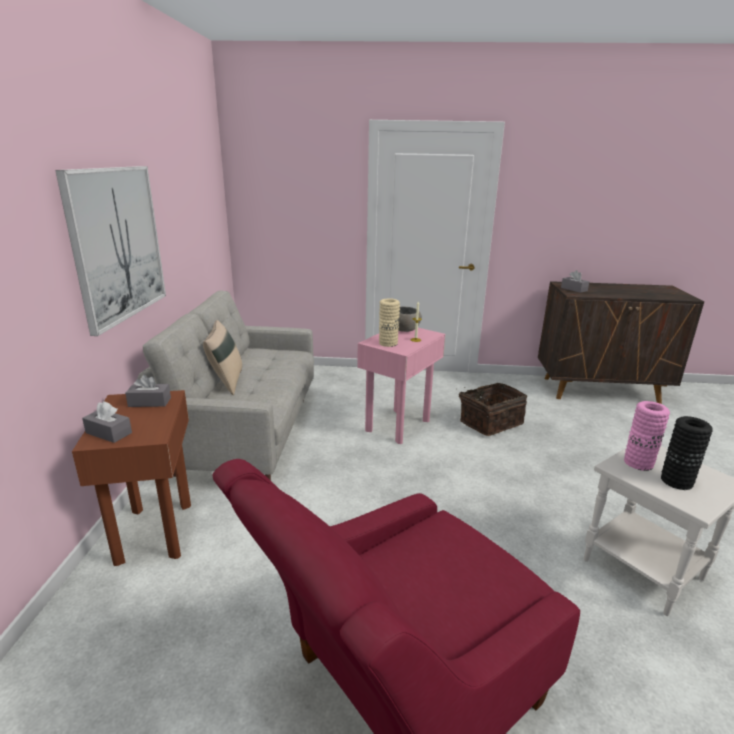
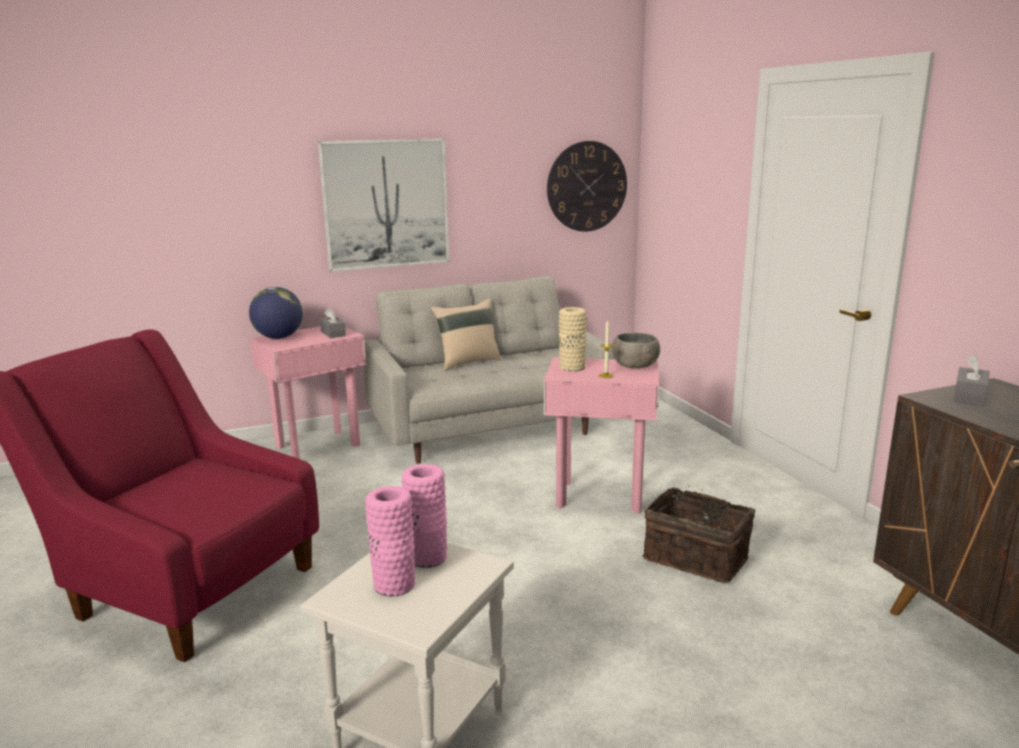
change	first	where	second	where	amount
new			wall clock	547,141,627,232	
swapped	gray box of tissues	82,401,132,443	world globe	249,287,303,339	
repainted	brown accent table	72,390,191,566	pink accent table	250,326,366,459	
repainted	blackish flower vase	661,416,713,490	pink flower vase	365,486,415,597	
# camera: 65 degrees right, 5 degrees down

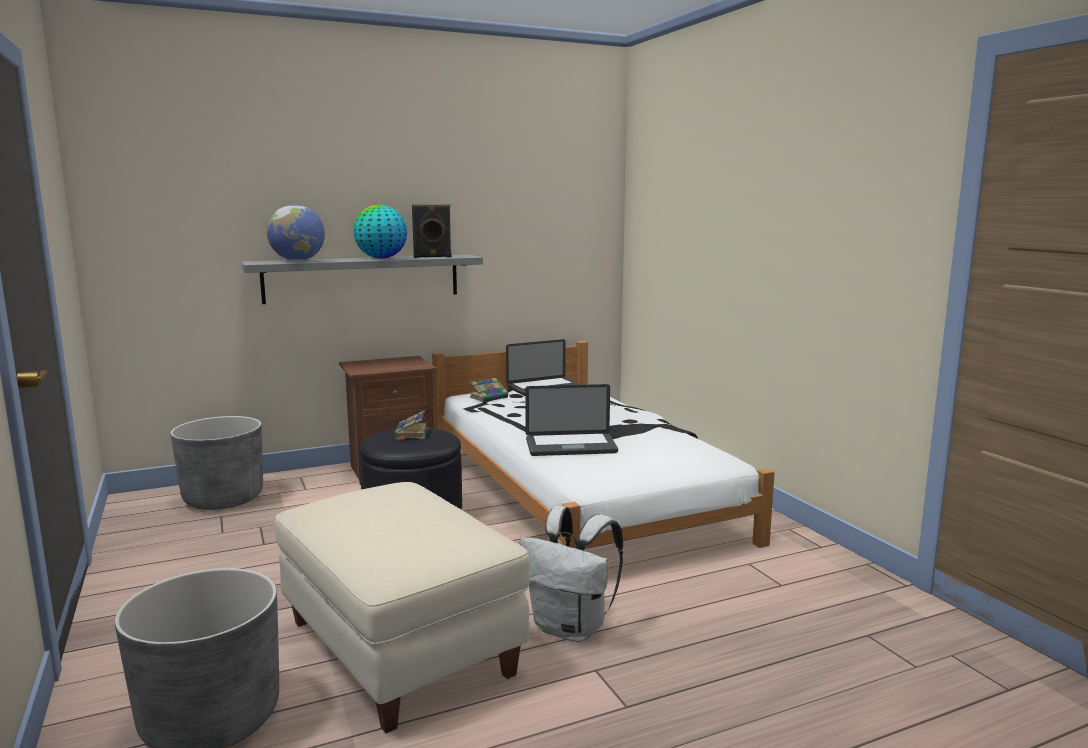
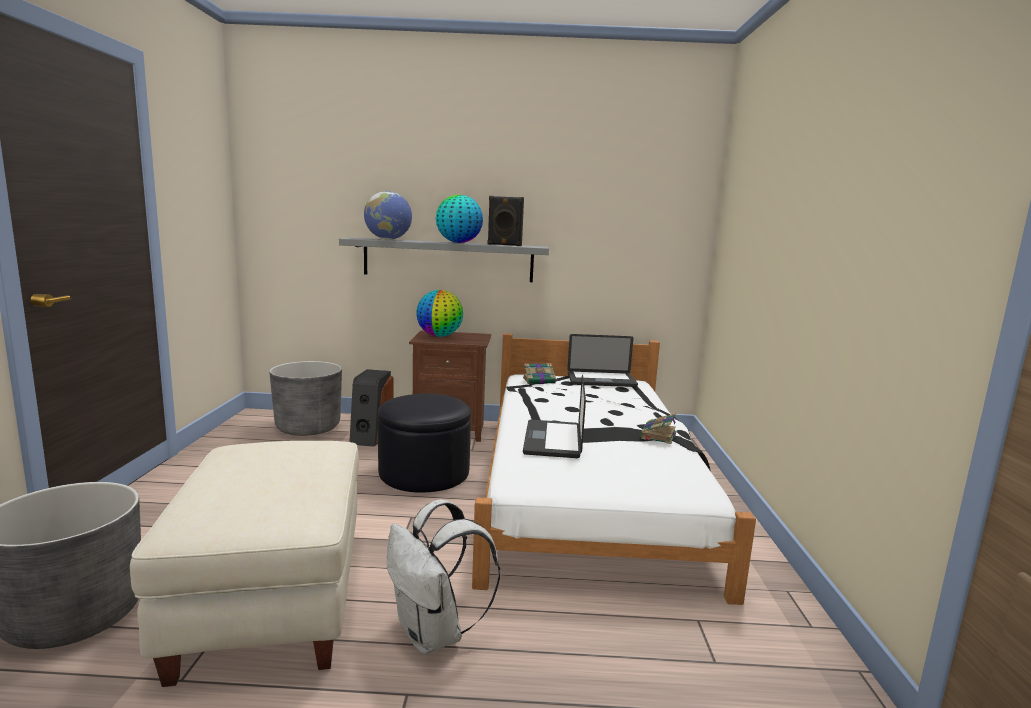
change	first	where	second	where	amount
new			speaker	349,369,394,447	
new			world globe	416,290,463,337	
shifted	book	394,410,428,440		640,413,677,444	
rotated	notebook computer	525,384,618,456		523,375,586,458	75 degrees clockwise
# camera: 25 degrees right, 0 degrees up

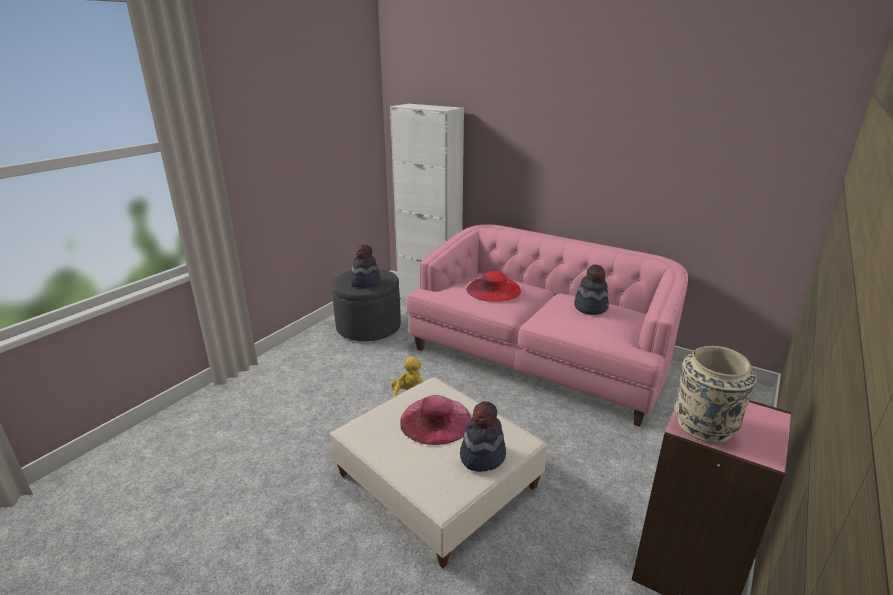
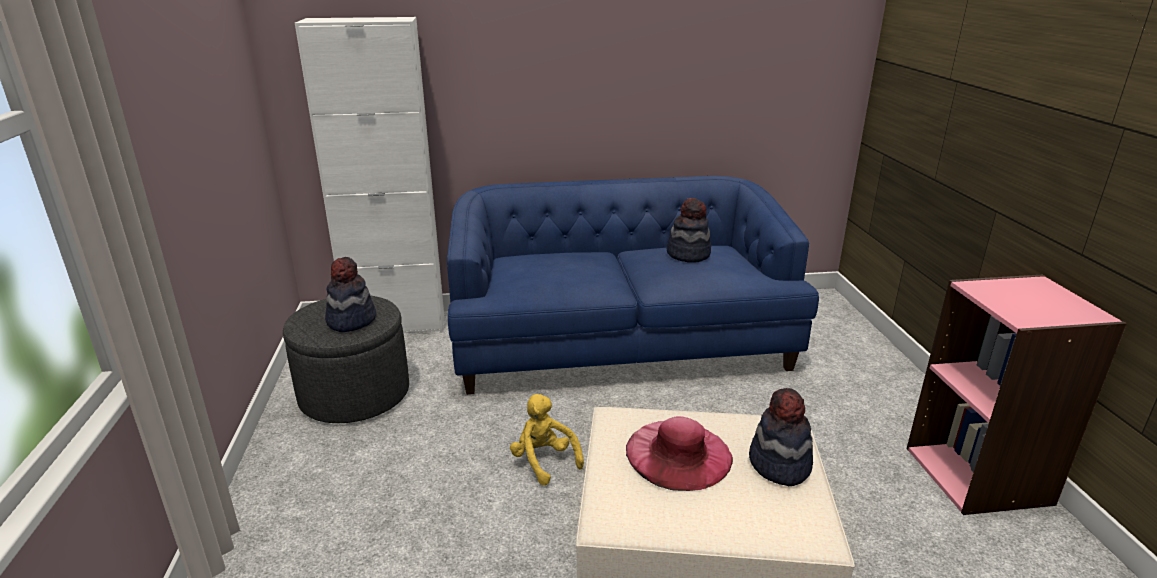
change	first	where	second	where	amount
gone	reddish clothing hat	467,270,521,302			
gone	sand-coloured flower vase	675,346,757,443			
repainted	pink couch	406,224,688,427	blue couch	447,176,819,395	
# camera: 40 degrees left, 0 degrees up

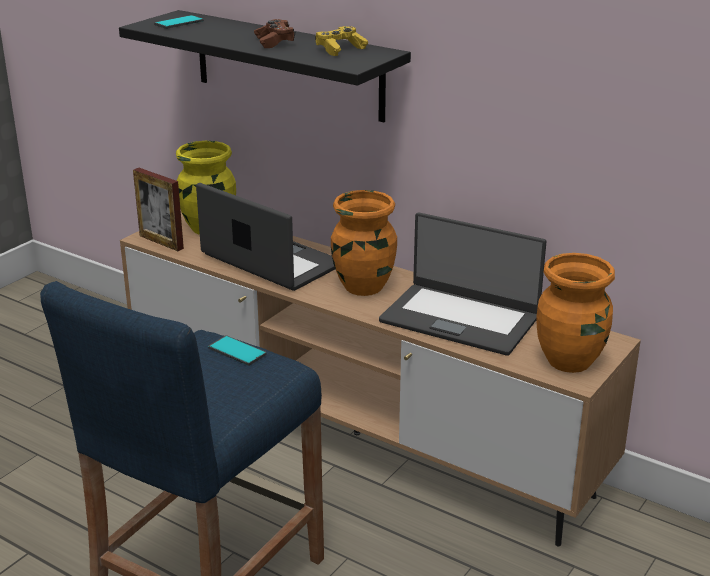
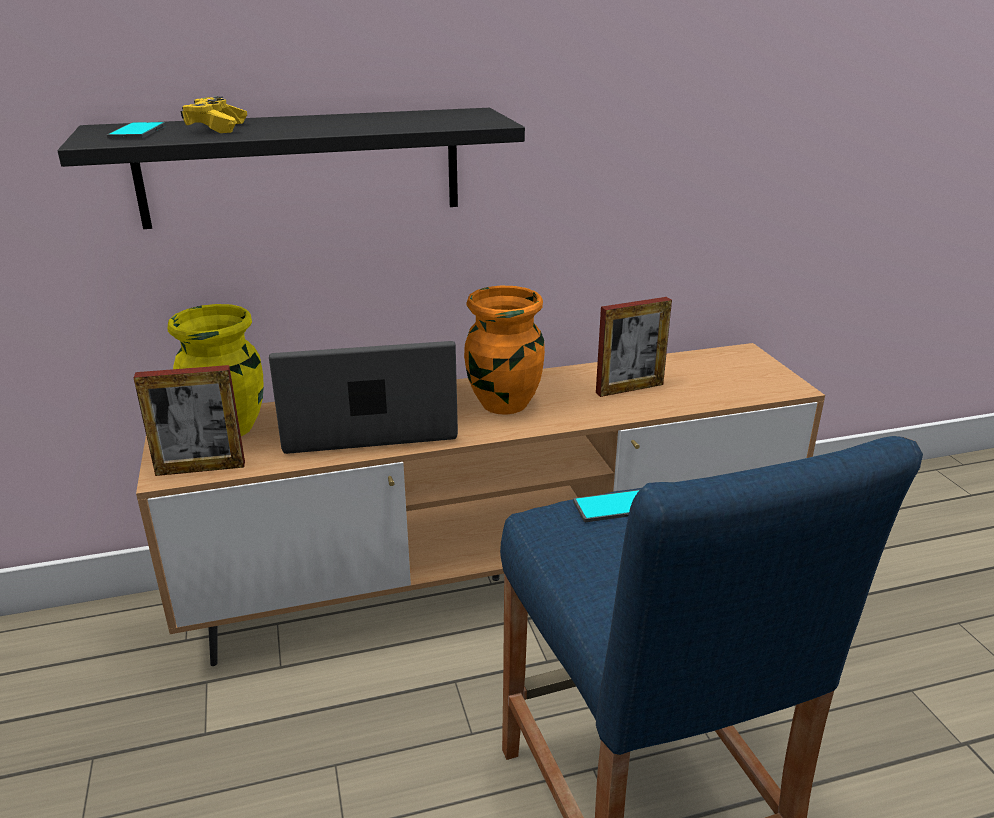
change	first	where	second	where	amount
gone	brown game controller	254,19,295,48			
gone	orangey flower vase	536,253,615,373			
shifted	yellowish game controller	315,26,368,56		180,96,247,133	
swapped	notebook computer	379,213,547,356	picture frame	596,297,672,397	
# camera: 50 degrees left, 0 degrees up

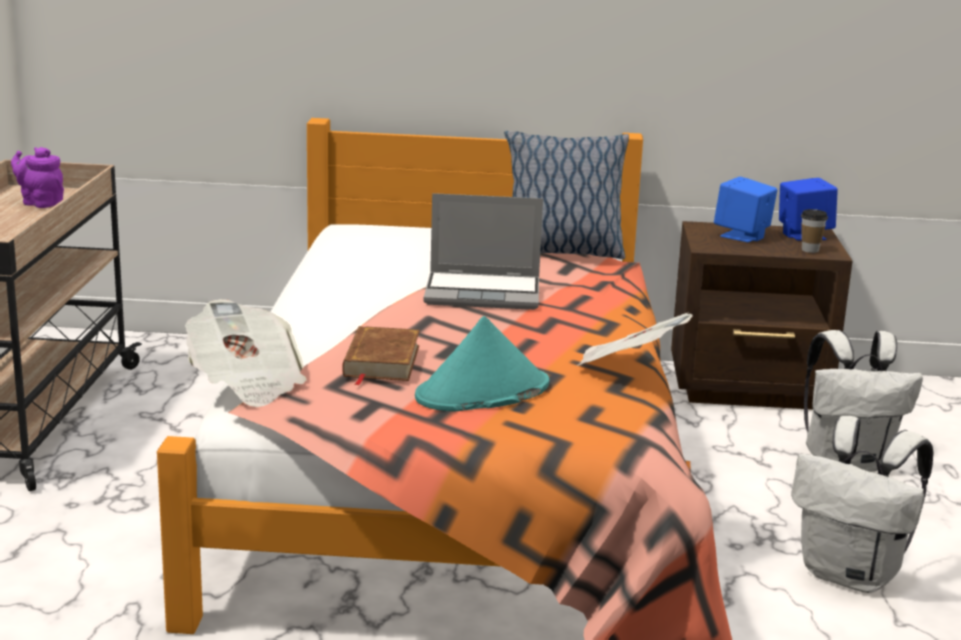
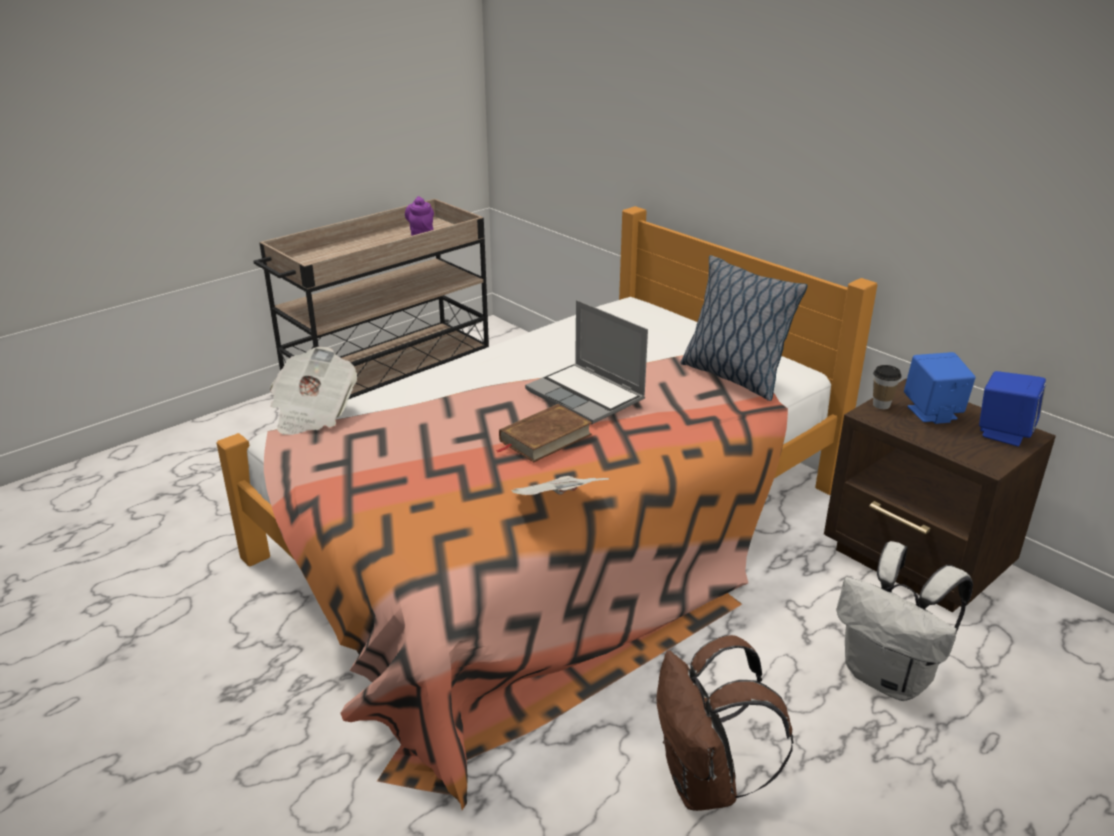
change	first	where	second	where	amount
gone	turquoise clothing hat	415,316,550,411			
shifted	brown book	342,326,420,385		496,404,592,462	
shifted	cup	801,209,828,253		873,365,901,409	
repainted	white-coloured knapsack	791,416,934,593	brown knapsack	656,635,794,811	
# camera: 45 degrees right, 10 degrees up

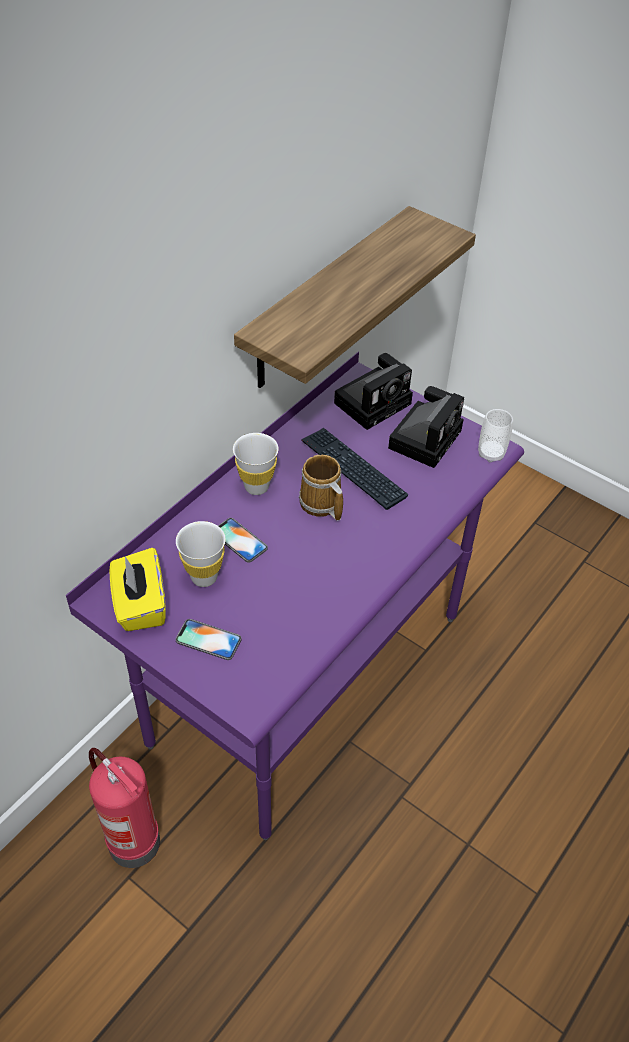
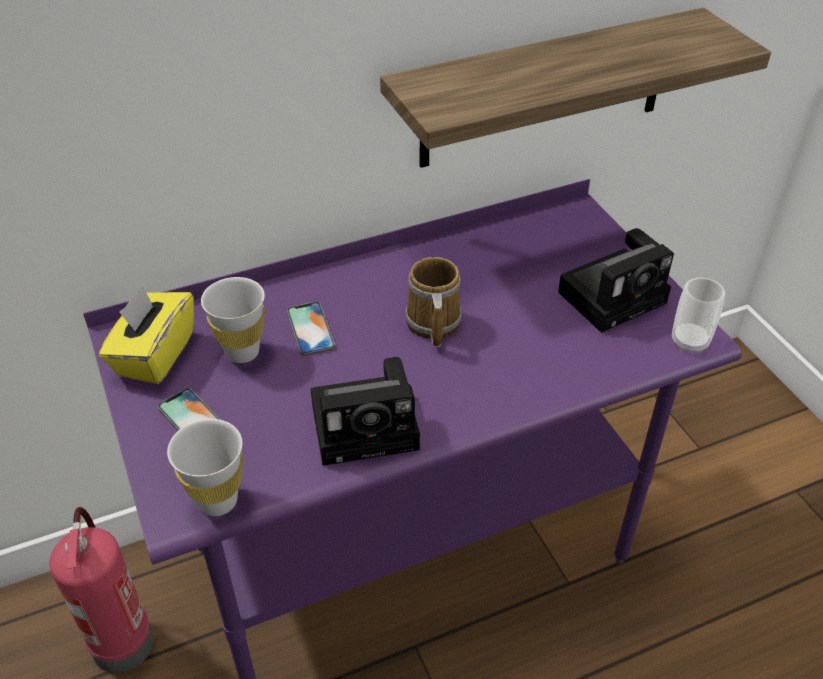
change	first	where	second	where	amount
gone	keyboard	301,428,409,510			
shifted	white-coloured cup	233,433,278,495		167,419,243,516	
shifted	still camera	334,353,413,430		311,357,420,466	
# camera: 30 degrees right, 5 degrees down

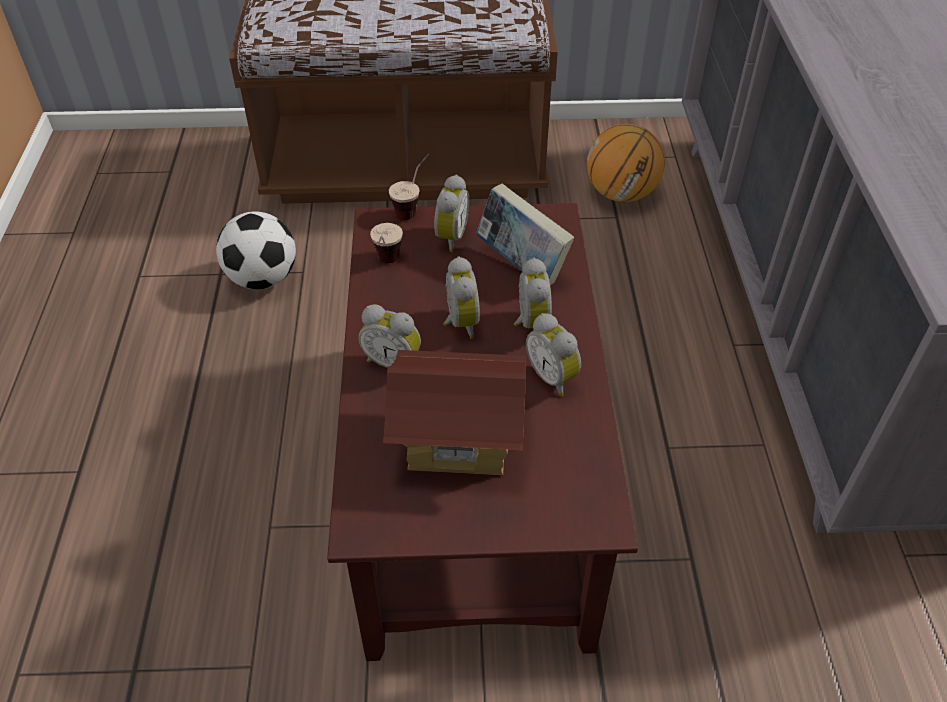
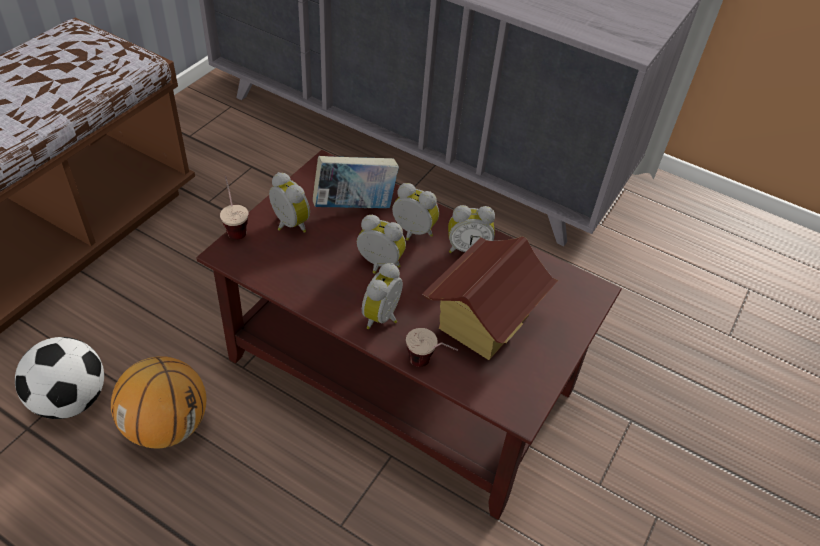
change	first	where	second	where	amount
shifted	cup	370,223,403,263		406,328,458,367	
shifted	basketball ball	587,124,665,202		111,356,206,448	
rotated	table clock	358,304,421,368		362,263,403,329	150 degrees clockwise
# camera: 60 degrees left, 0 degrees up

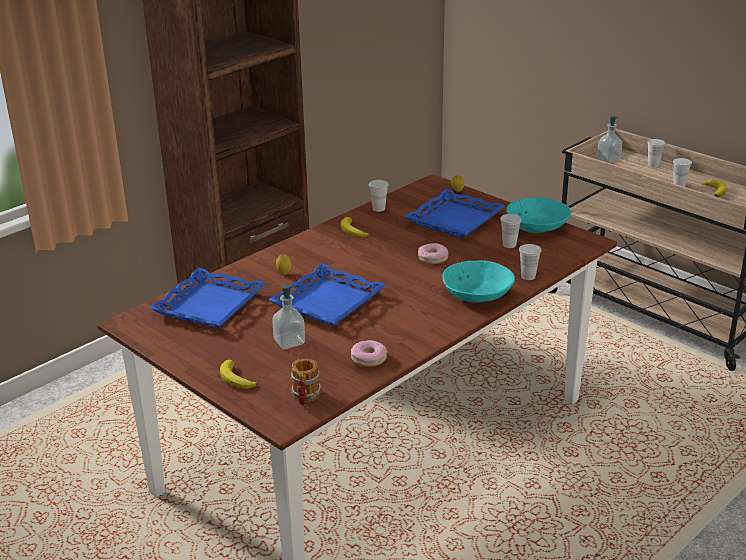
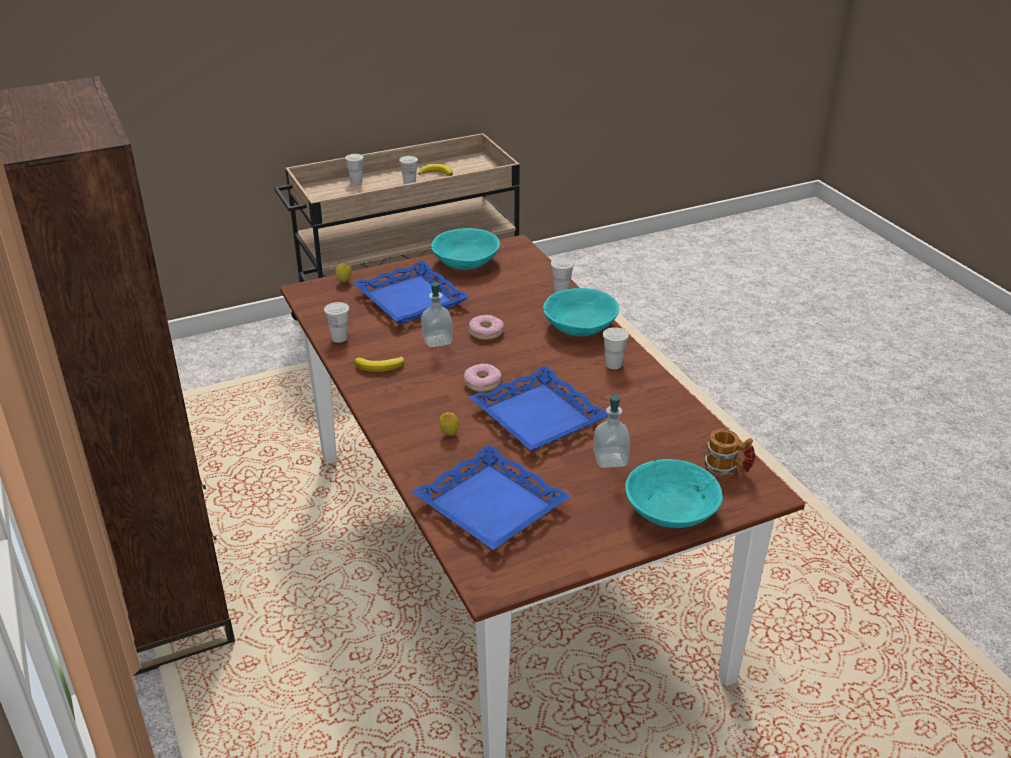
change	first	where	second	where	amount
shifted	donut	351,340,387,367		464,364,502,392	
shifted	white-coloured cup	500,214,522,248		603,327,629,369	
shifted	soap bottle	597,116,622,163		421,282,453,347	
swapped	banana	220,360,258,389	turquoise bowl	625,459,723,528	
# camera: 70 degrees left, 5 degrees up

